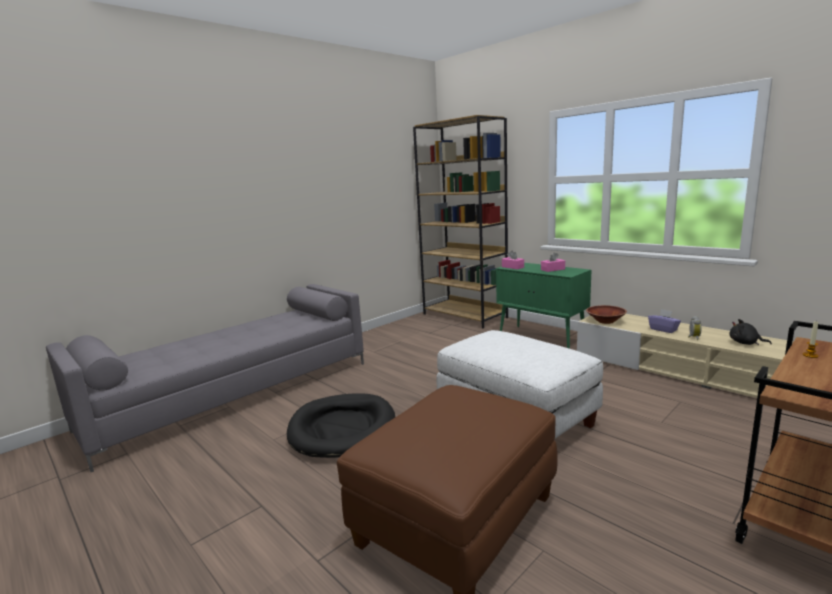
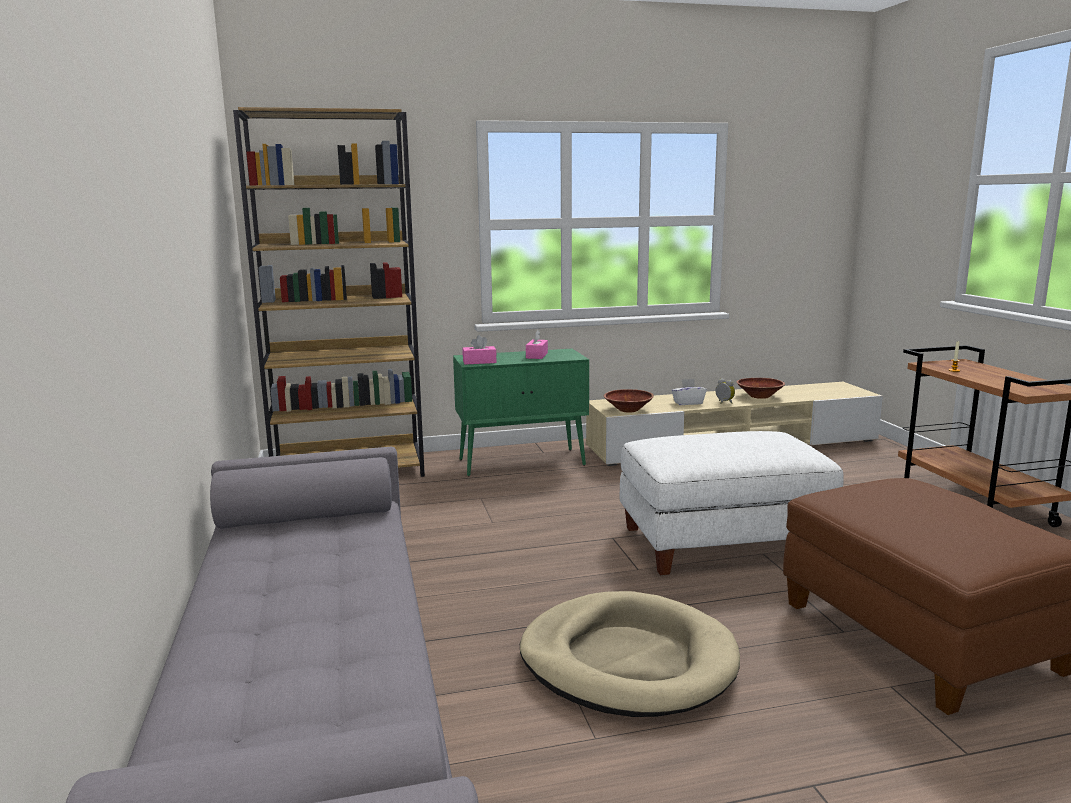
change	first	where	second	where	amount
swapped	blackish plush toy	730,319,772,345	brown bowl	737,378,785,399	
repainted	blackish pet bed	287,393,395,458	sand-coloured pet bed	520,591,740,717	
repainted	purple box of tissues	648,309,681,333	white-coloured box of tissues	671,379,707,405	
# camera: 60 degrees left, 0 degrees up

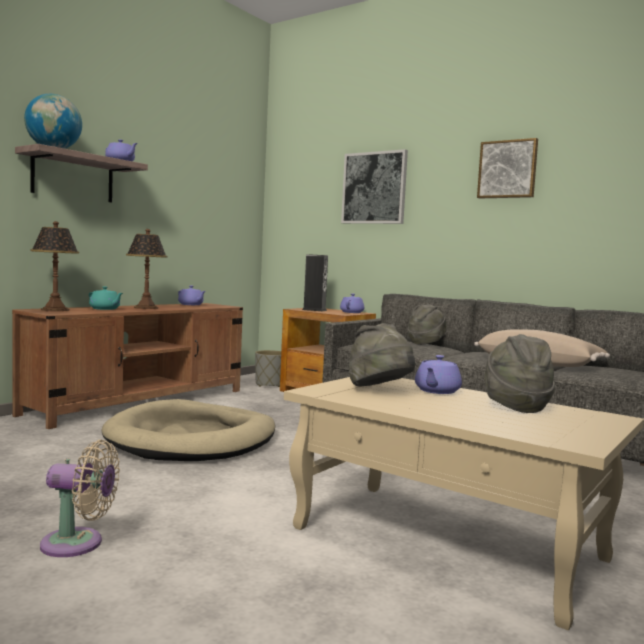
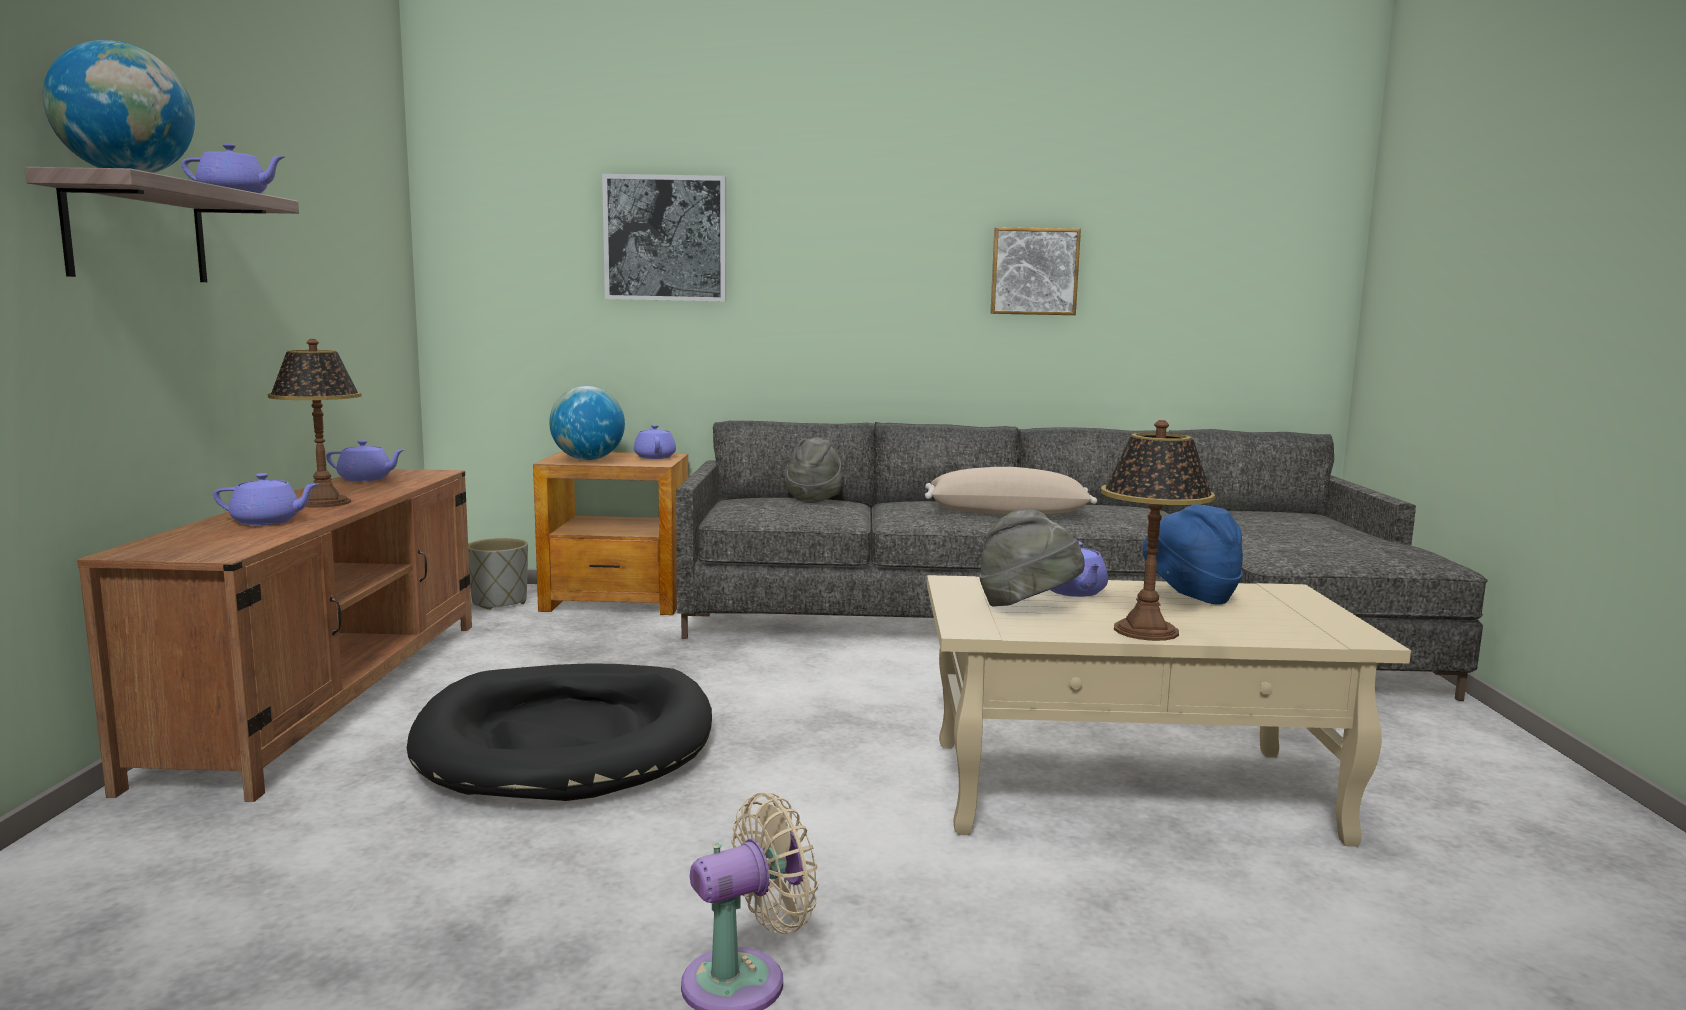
change	first	where	second	where	amount
shifted	table lamp	31,221,79,311		1101,420,1215,641	
shifted	wall picture	477,138,538,199		990,227,1081,315	
swapped	speaker	302,254,328,311	world globe	549,386,625,460	
repainted	turquoise pot for tea	89,286,123,310	purple pot for tea	213,473,318,525	
repainted	sand-coloured pet bed	102,399,275,461	blackish pet bed	407,664,712,801	
repainted	gray clothing hat	484,334,555,413	blue clothing hat	1142,504,1243,605	
# camera: 35 degrees left, 5 degrees up

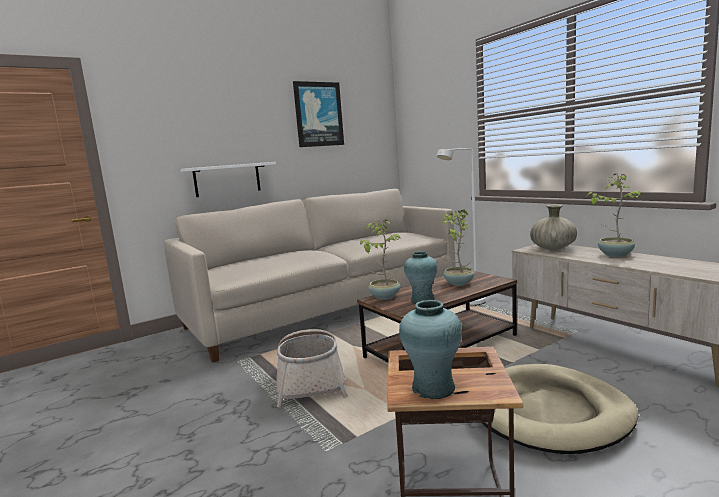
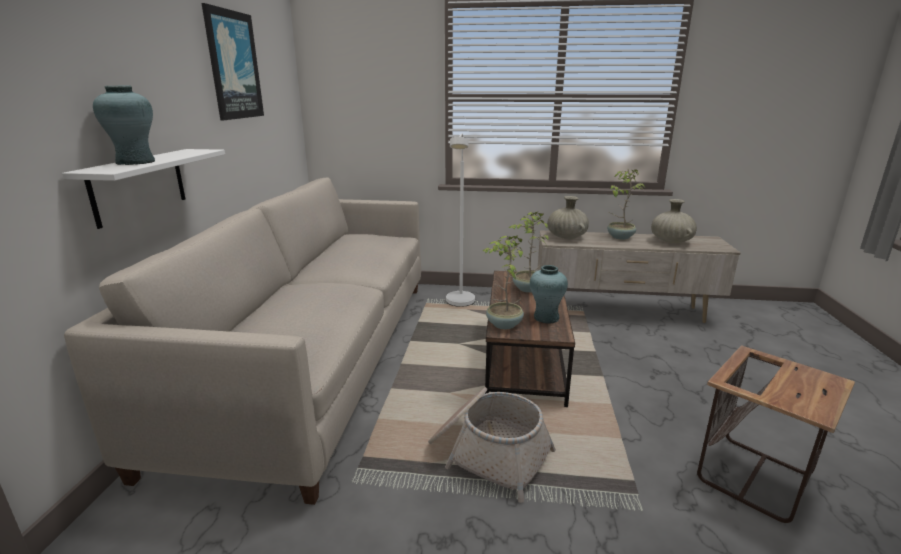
change	first	where	second	where	amount
gone	sand-coloured pet bed	482,364,638,454			
new			sand-coloured flower vase	651,199,697,244	
shifted	turquoise flower vase	399,300,462,399		93,85,155,165	
# camera: 50 degrees left, 10 degrees up

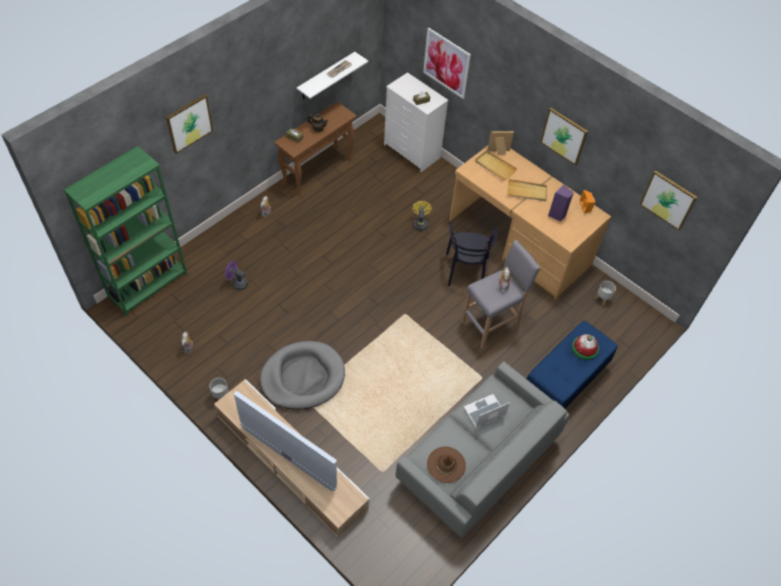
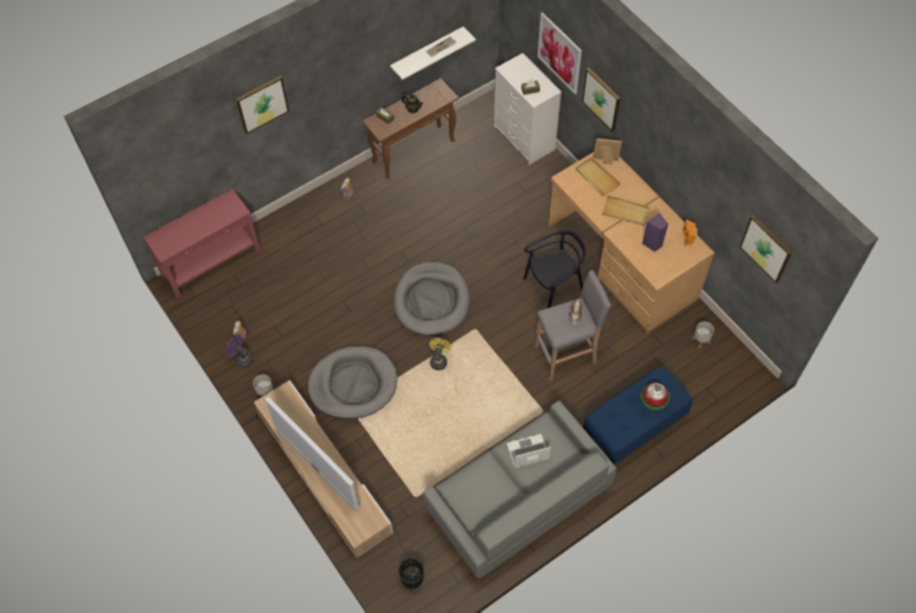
change	first	where	second	where	amount
gone	brown clothing hat	427,447,466,483			
new			gray pet bed	393,262,470,336	
new			blackish plant pot	398,558,424,589	
shifted	purple cooling fan	225,261,248,290		226,336,253,368	
shifted	yellowish cooling fan	413,201,432,231		429,338,451,370	
shifted	wall picture	541,108,588,166		582,67,620,132	
swapped	greenish bookshelf	64,146,187,316	reddish console table	143,189,261,299	
rotated	blackish plain chair	446,222,497,286		523,230,586,308	135 degrees counterclockwise
# camera: 15 degrees right, 5 degrees up

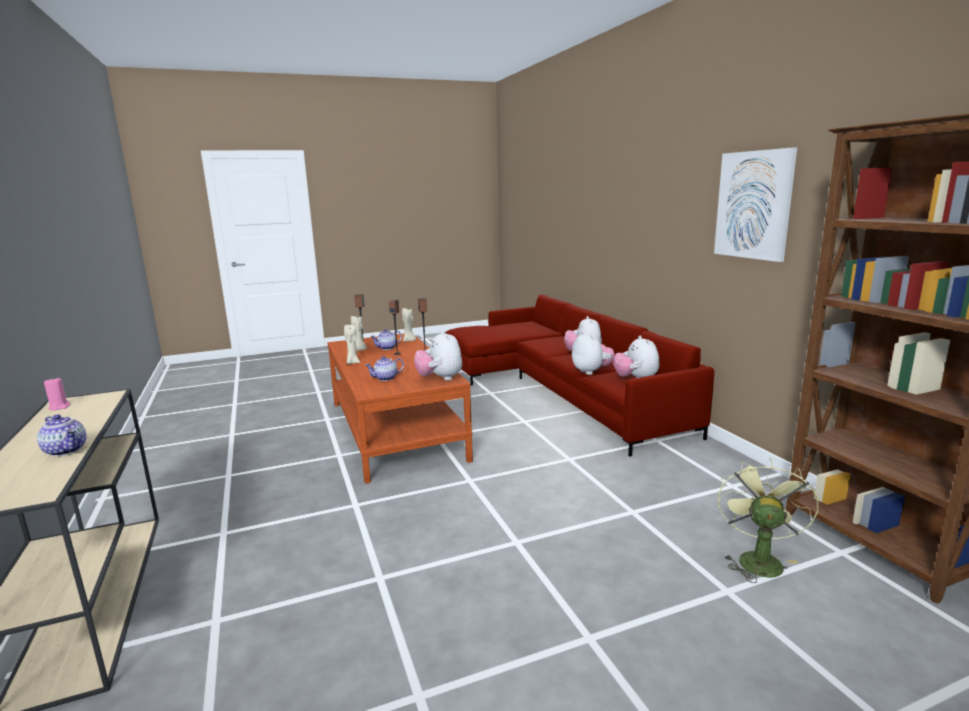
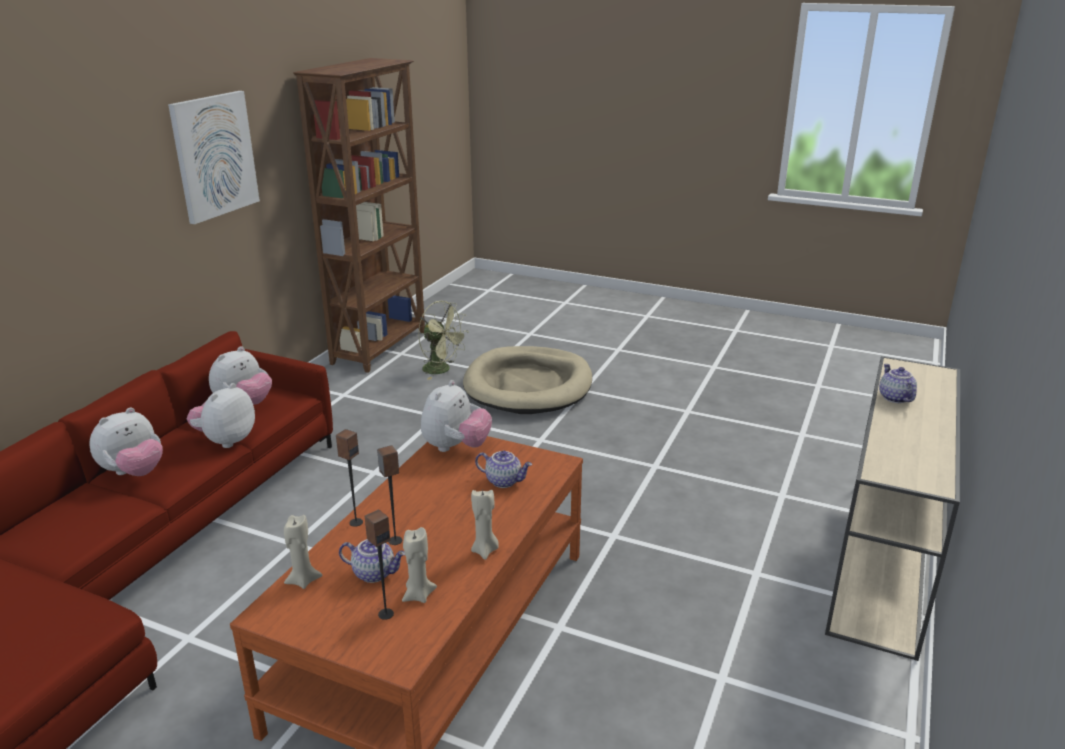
change	first	where	second	where	amount
gone	pink wax candle	44,377,71,411			
new			sand-coloured pet bed	463,346,592,414	
rotated	greenish cooling fan	718,458,818,583		418,301,469,380	120 degrees counterclockwise
# camera: 135 degrees left, 10 degrees up

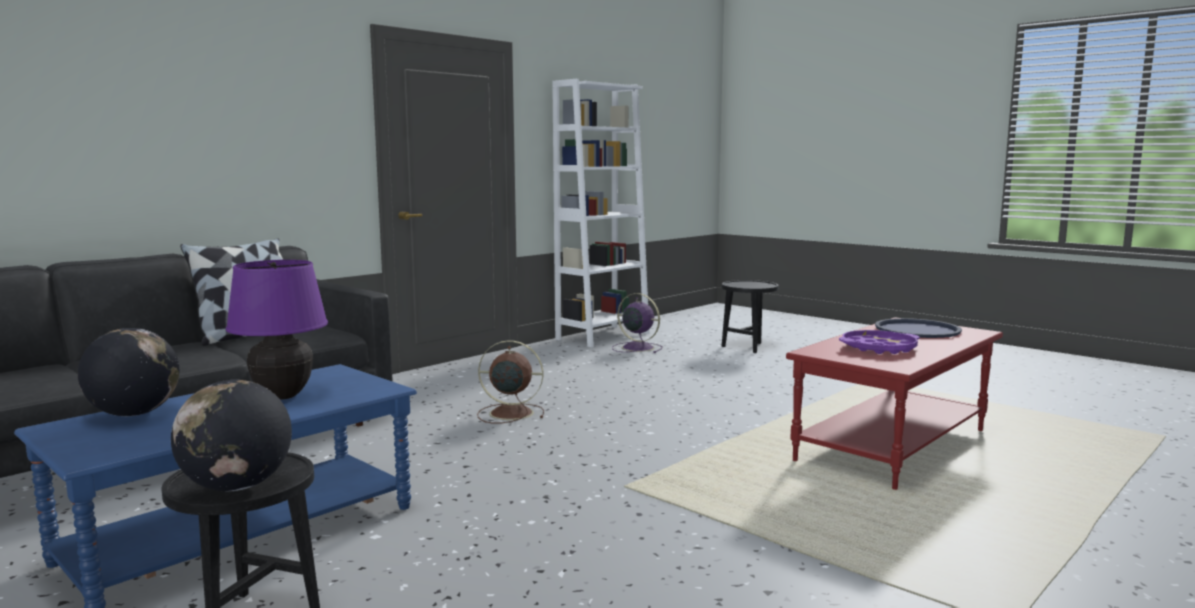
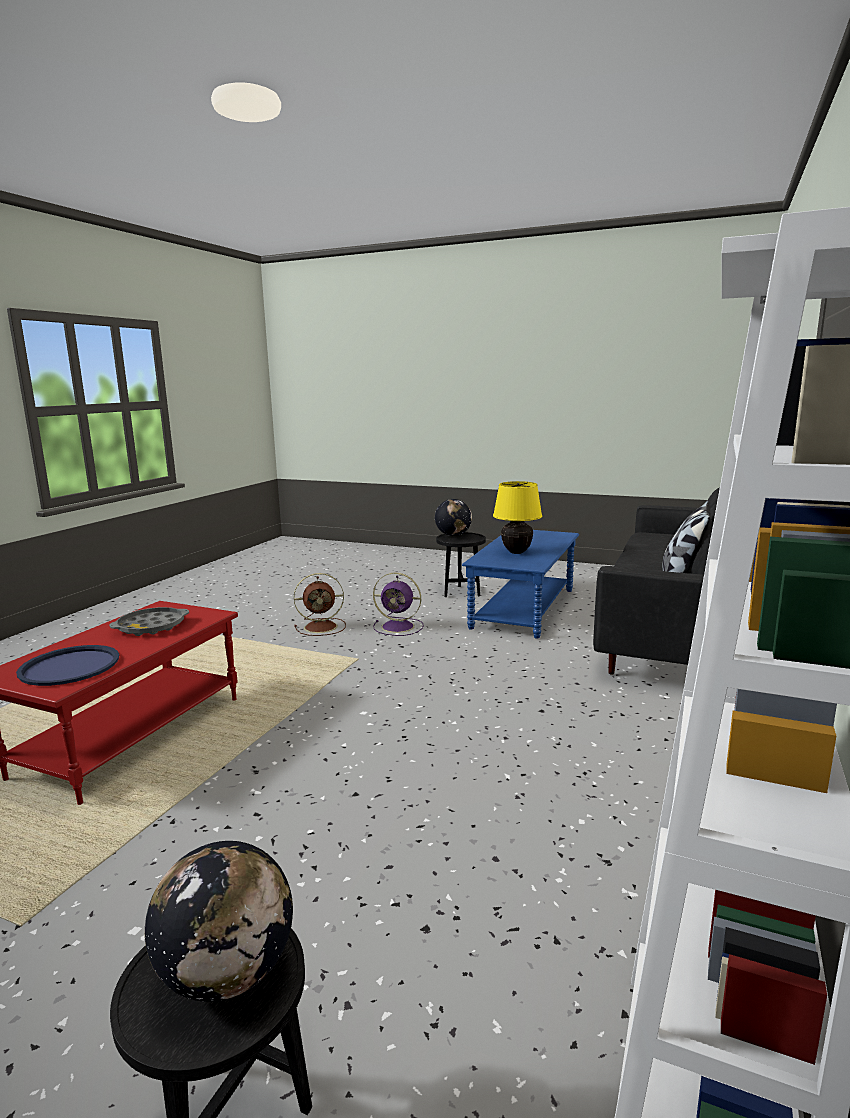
change	first	where	second	where	amount
shifted	world globe	78,328,180,416		145,841,293,1002	
shifted	brown cooling fan	477,340,544,424		294,573,346,636	
shifted	purple cooling fan	612,293,663,353		373,573,424,636	
repainted	purple table lamp	226,260,328,400	yellowish table lamp	493,481,542,554	
repainted	purple serving tray	839,330,920,354	gray serving tray	109,607,189,636	
# camera: 160 degrees right, 5 degrees up

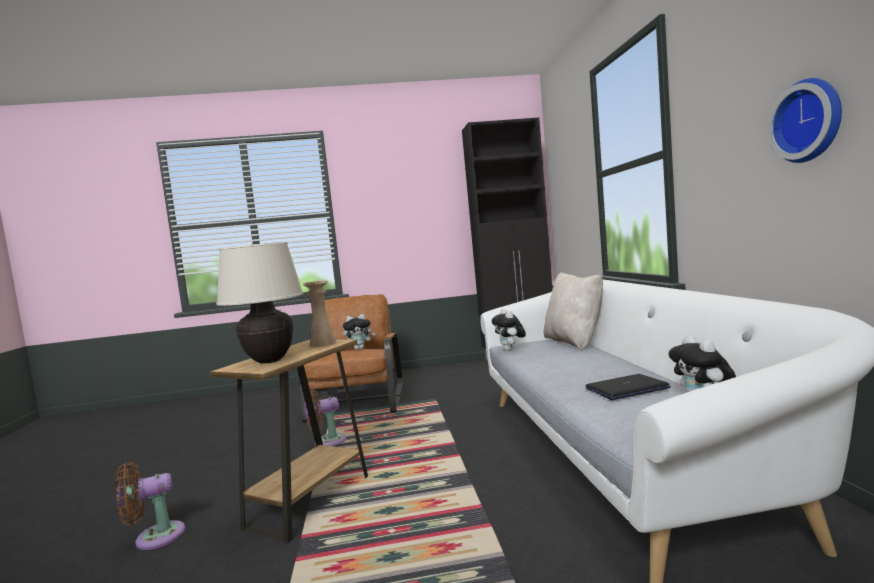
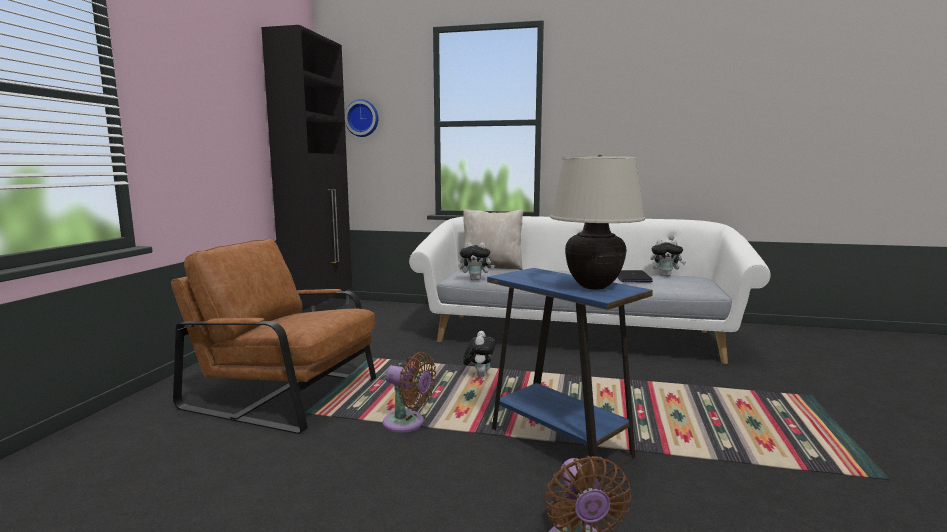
change	first	where	second	where	amount
gone	sand-coloured flower vase	303,280,336,347			
shifted	plush toy	343,314,375,350		463,331,496,377	
shifted	wall clock	767,78,842,163		345,99,378,137	
repainted	brown accent table	210,339,368,542	blue accent table	487,268,653,479	
rotated	brown cooling fan	303,388,346,446		383,352,436,433	60 degrees counterclockwise
# camera: 70 degrees left, 5 degrees up

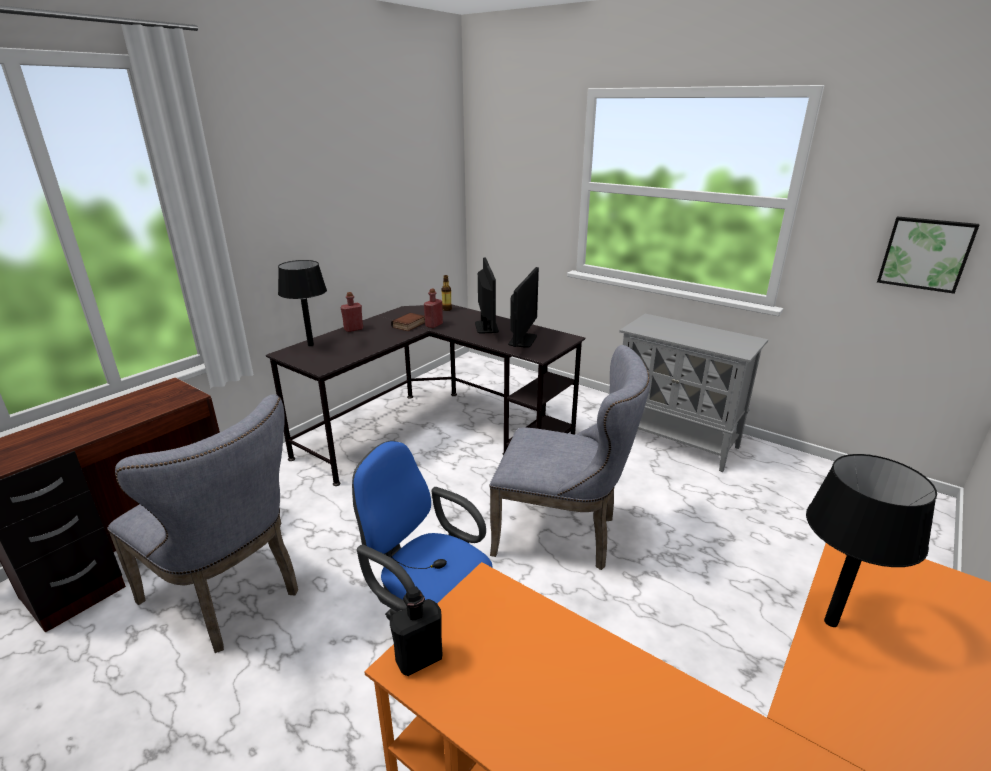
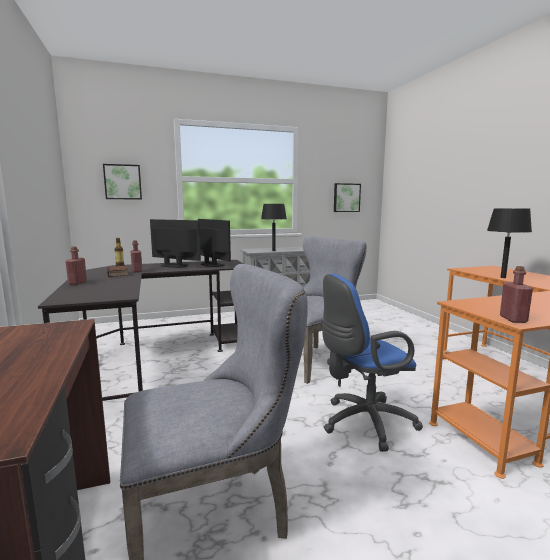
change	first	where	second	where	amount
new			wall picture	103,164,142,199	
shifted	blackish table lamp	278,260,327,346		261,204,287,251	
repainted	blackish bottle	390,587,442,676	reddish bottle	500,266,533,323	
# camera: 55 degrees left, 15 degrees down

